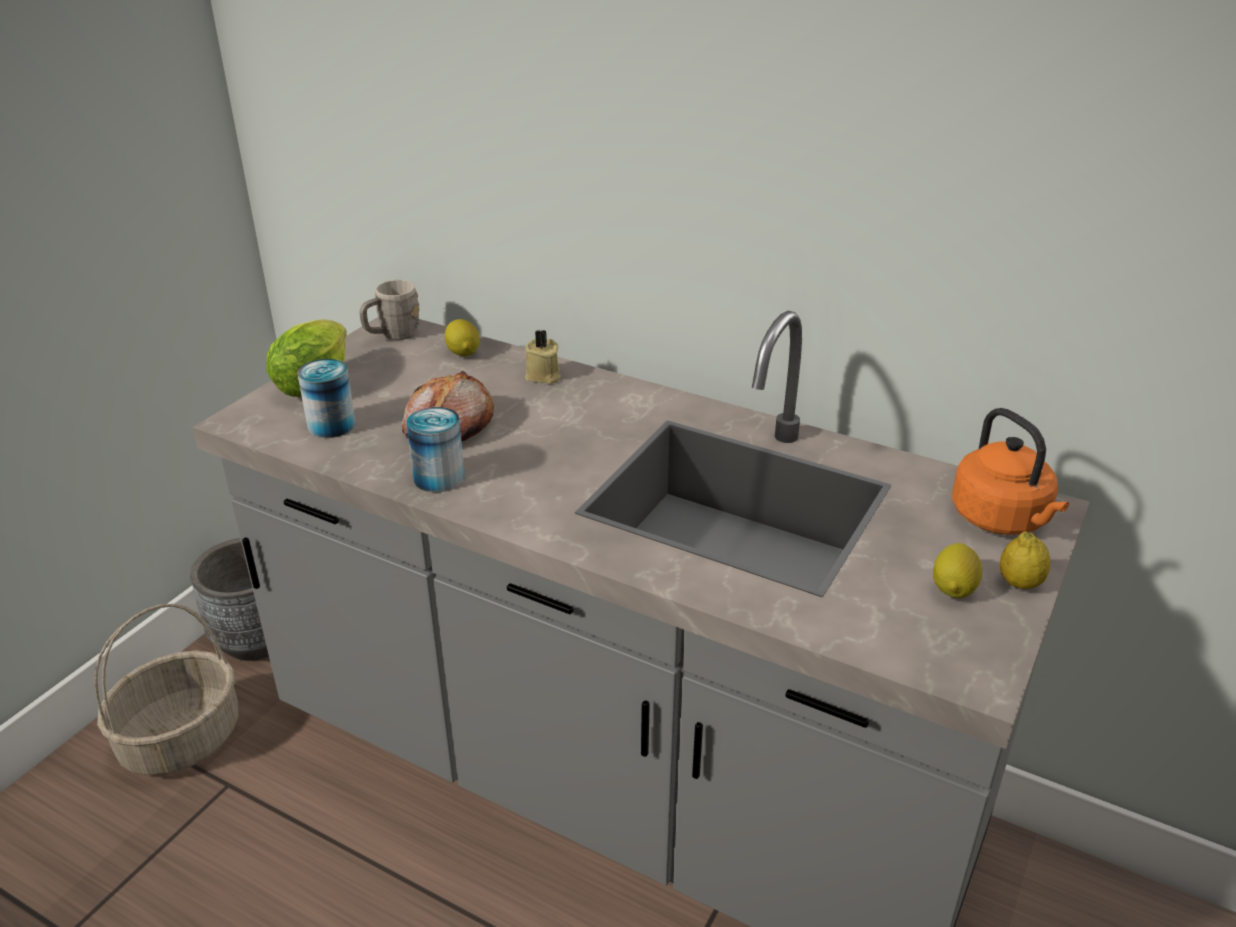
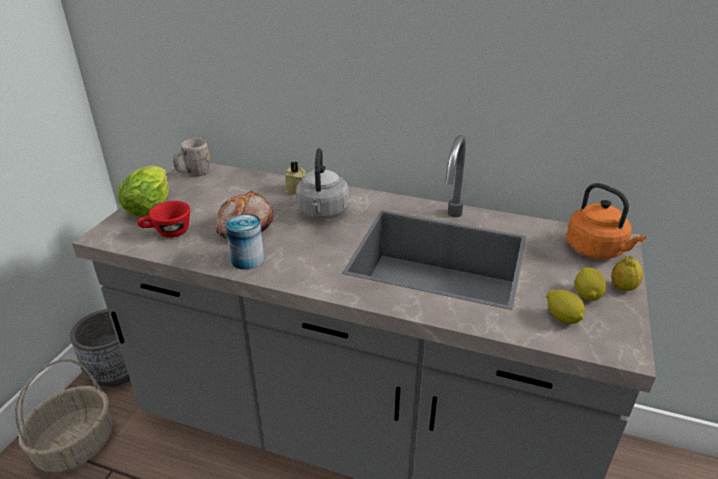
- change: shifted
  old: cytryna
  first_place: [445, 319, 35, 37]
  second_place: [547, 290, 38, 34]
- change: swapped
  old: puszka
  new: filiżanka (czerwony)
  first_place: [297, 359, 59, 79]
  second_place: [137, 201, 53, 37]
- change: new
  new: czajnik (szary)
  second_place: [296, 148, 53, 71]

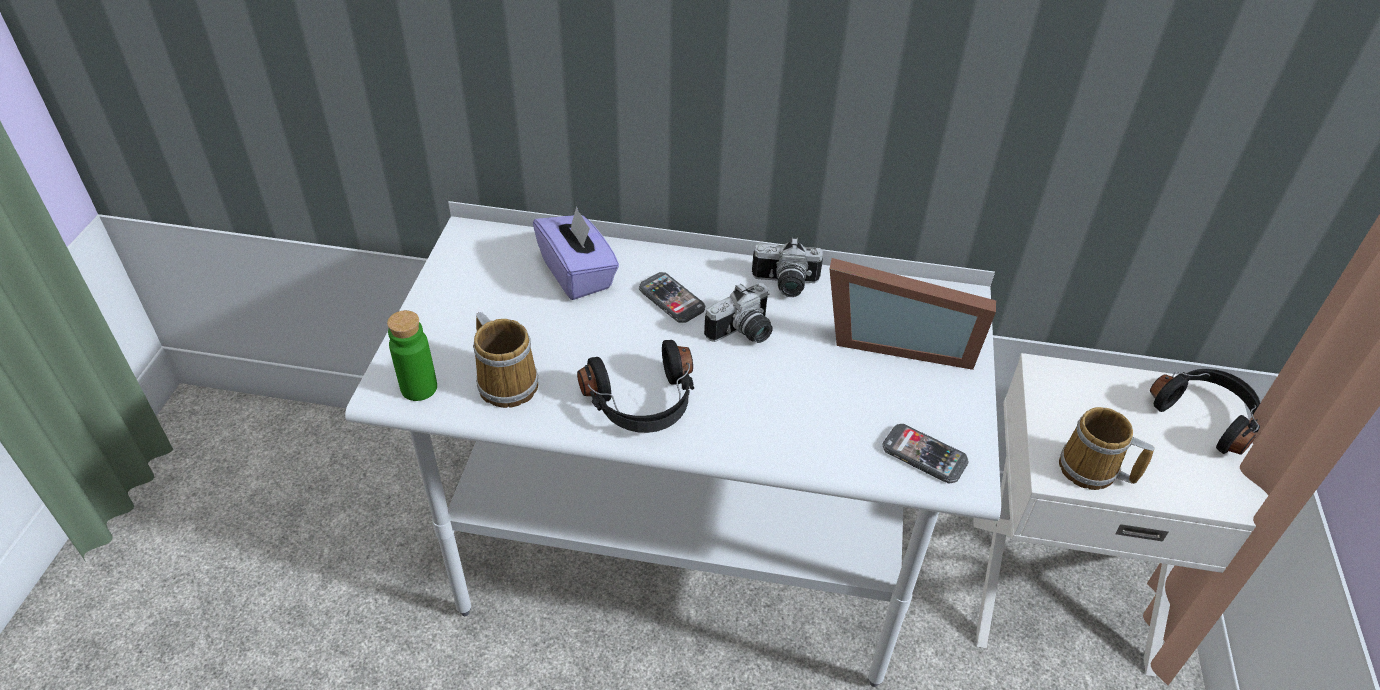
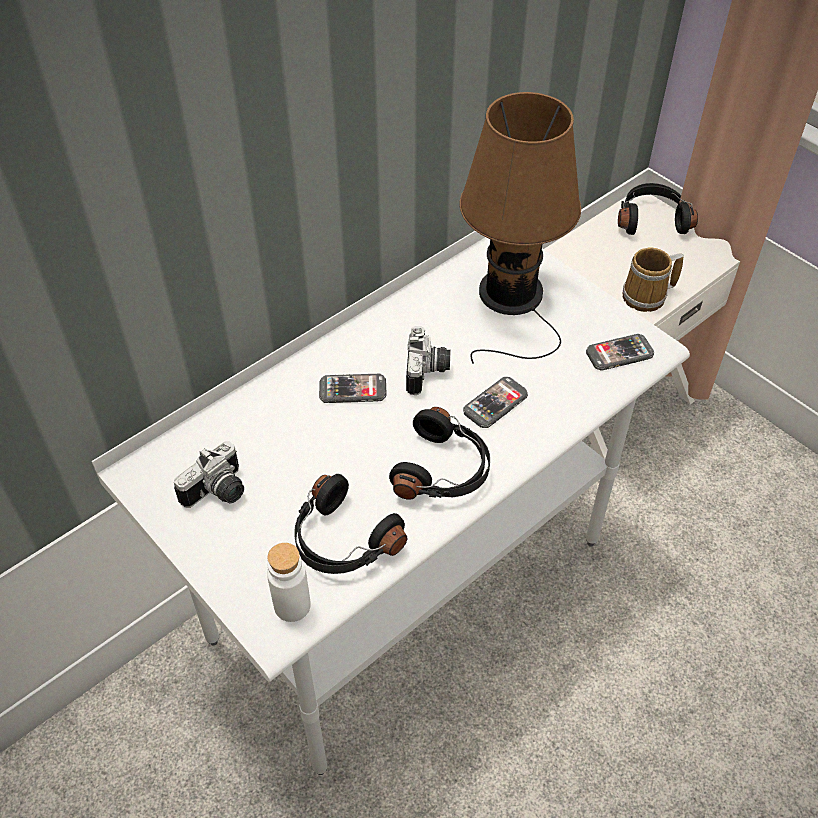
- change: gone
  old: pudełko chusteczek (fioletowy)
  first_place: [533, 206, 86, 94]
- change: shifted
  old: aparat fotograficzny
  first_place: [752, 237, 71, 60]
  second_place: [174, 441, 70, 67]
- change: swapped
  old: ramka na zdjęcie
  new: lampa stołowa (brązowy)
  first_place: [830, 258, 166, 112]
  second_place: [460, 92, 121, 272]
- change: repainted
  old: butelka (zielony)
  new: butelka (biały)
  first_place: [387, 310, 50, 91]
  second_place: [267, 543, 44, 79]
- change: swapped
  old: kubek
  new: słuchawki (czarny)
  first_place: [473, 312, 66, 96]
  second_place: [294, 474, 113, 100]
- change: new
  new: telefon
  second_place: [463, 377, 65, 51]

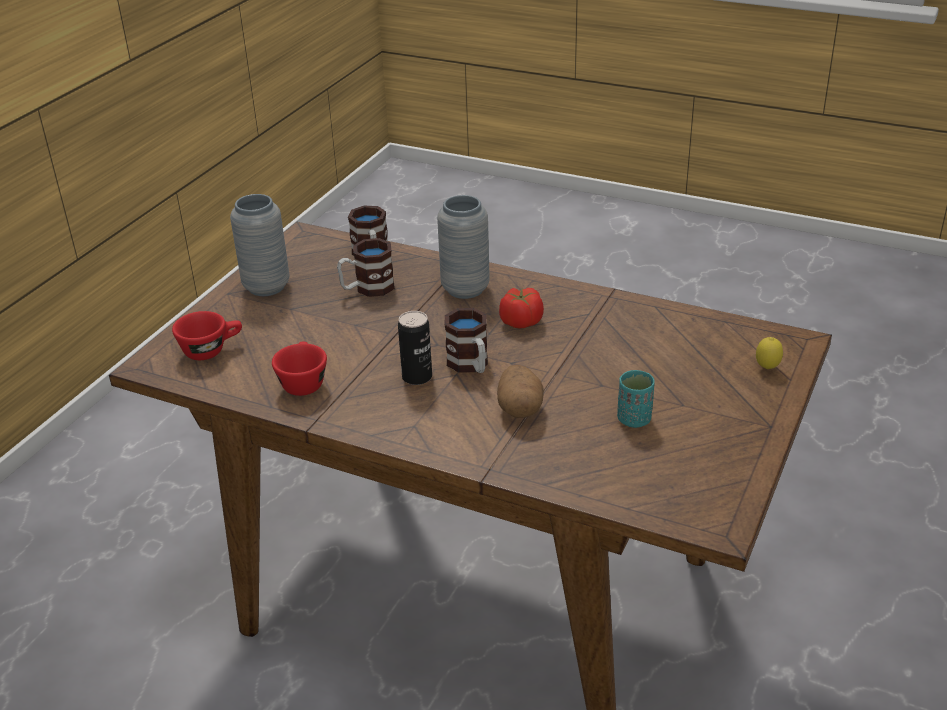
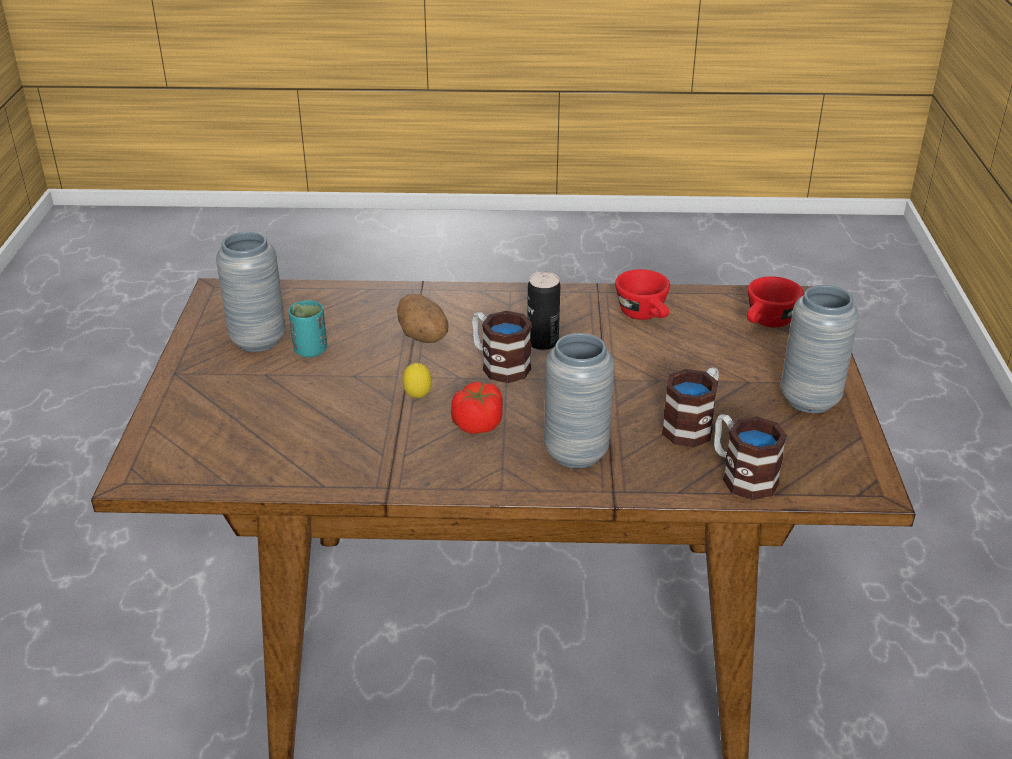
- change: shifted
  old: cytryna
  first_place: [756, 337, 27, 32]
  second_place: [403, 363, 29, 36]
- change: new
  new: wazon (szary)
  second_place: [216, 232, 70, 120]

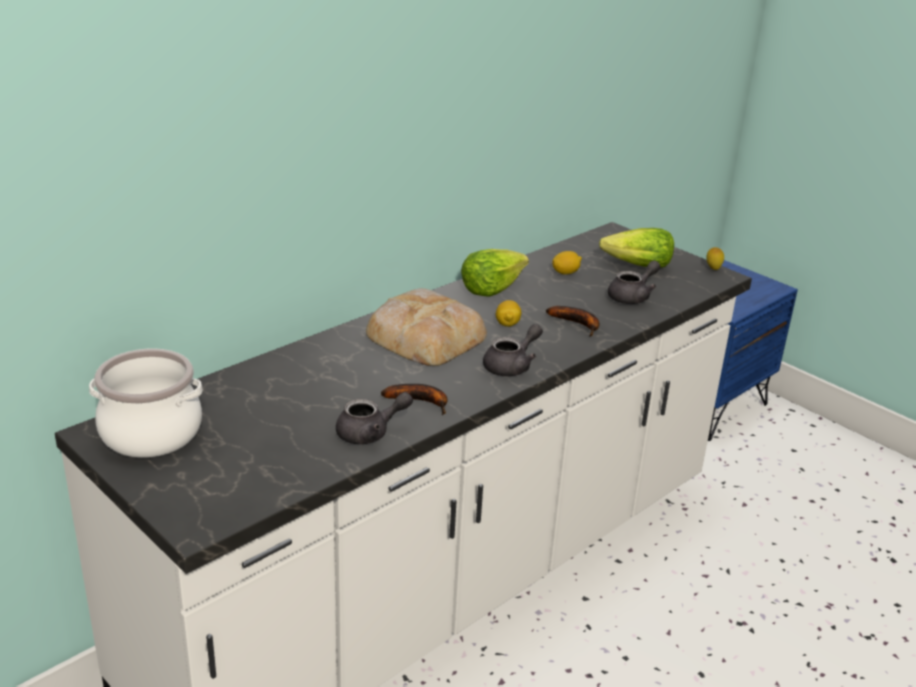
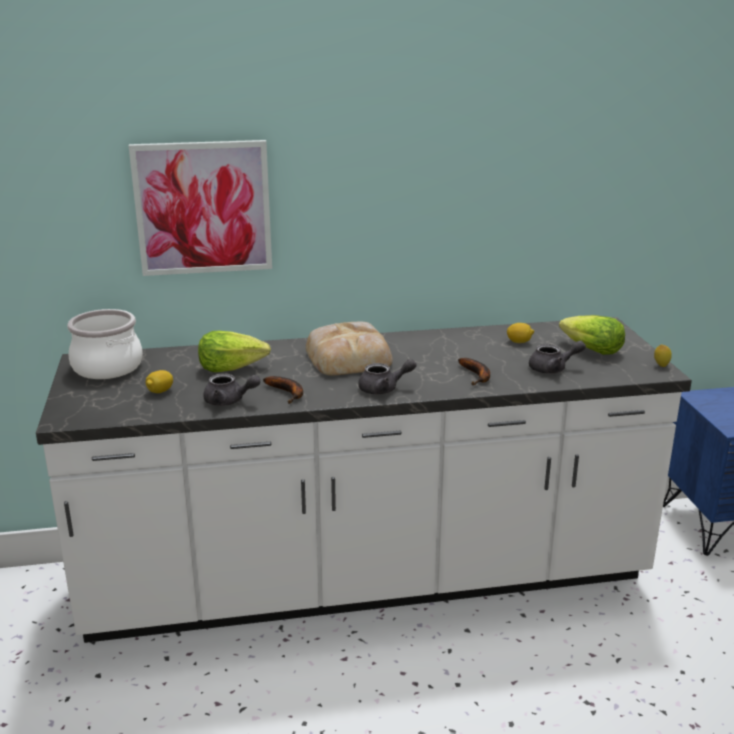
- change: shifted
  old: sałata
  first_place: [461, 249, 68, 48]
  second_place: [198, 331, 73, 41]
- change: shifted
  old: cytryna
  first_place: [496, 300, 25, 27]
  second_place: [146, 370, 27, 23]
- change: new
  new: obraz
  second_place: [129, 140, 143, 136]

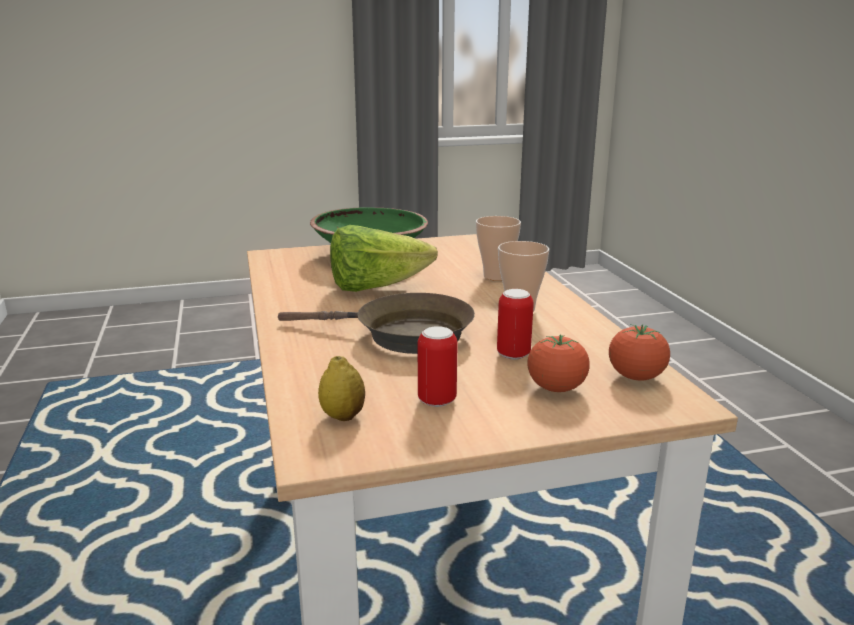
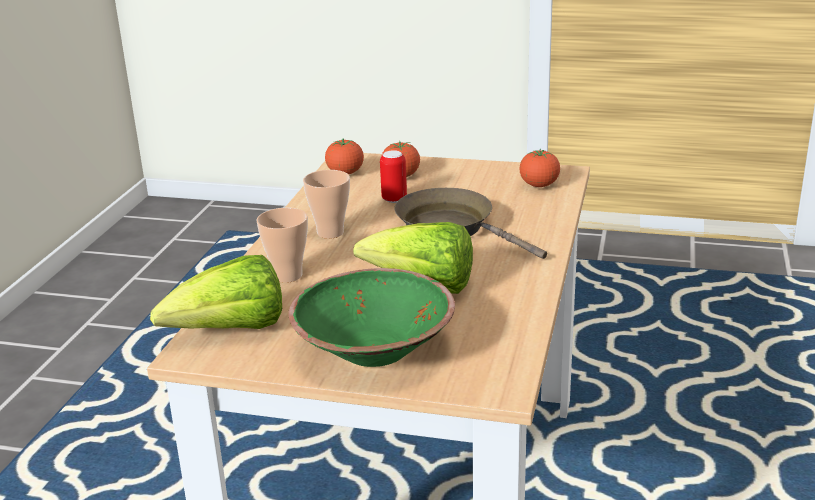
- change: gone
  old: puszka
  first_place: [418, 326, 40, 81]
- change: swapped
  old: cytryna
  new: pomidor
  first_place: [318, 356, 47, 65]
  second_place: [519, 149, 41, 38]
- change: new
  new: sałata
  second_place: [150, 255, 132, 74]

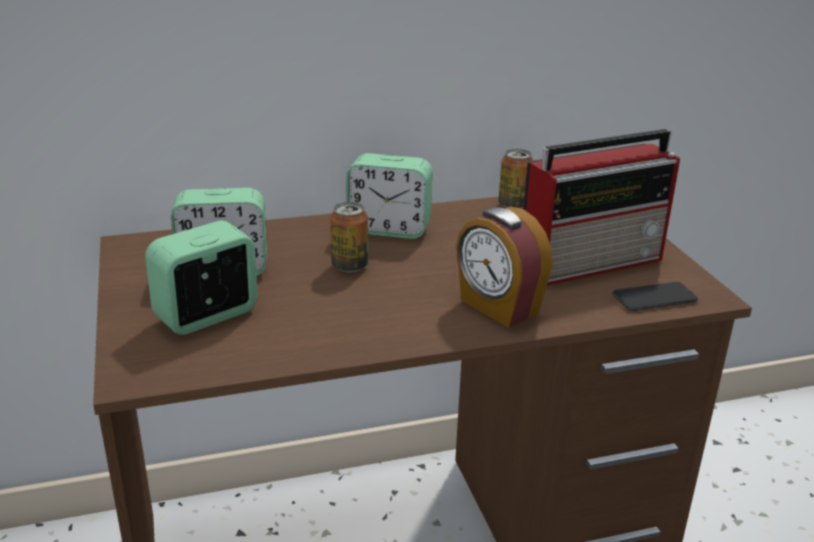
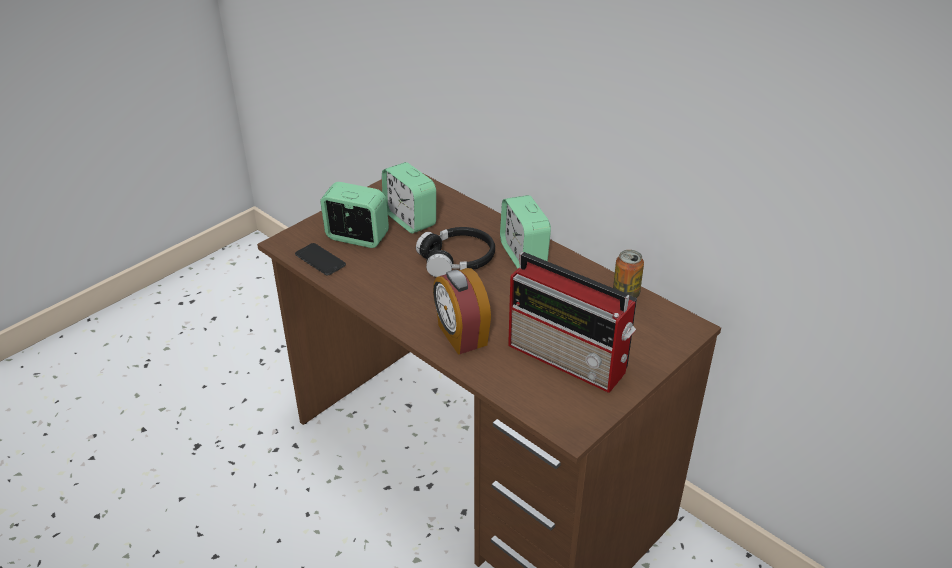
- change: swapped
  old: puszka
  new: słuchawki (czarny)
  first_place: [330, 202, 38, 70]
  second_place: [416, 227, 79, 50]
- change: rotated
  old: budzik
  first_place: [456, 207, 96, 121]
  second_place: [433, 268, 58, 87]
  degrees: -45
- change: shifted
  old: telefon
  first_place: [612, 282, 86, 29]
  second_place: [295, 243, 51, 32]

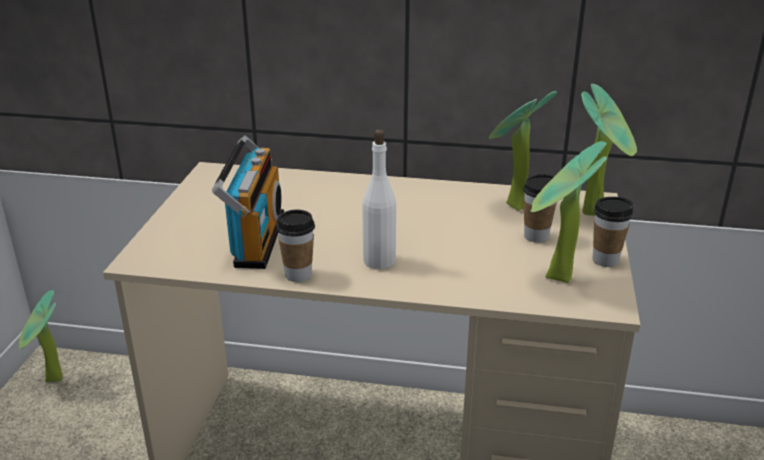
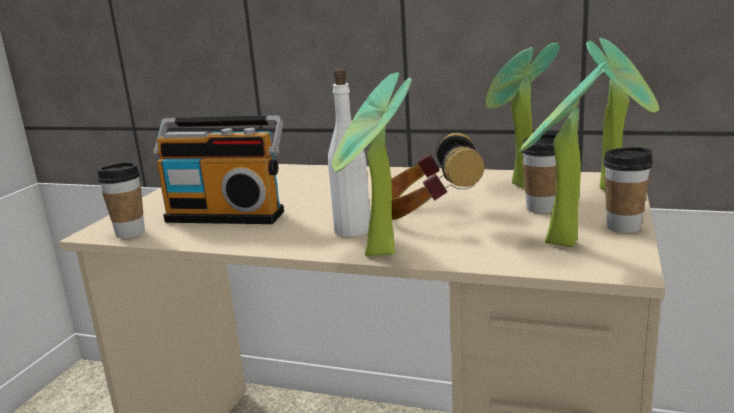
- change: rotated
  old: radio
  first_place: [212, 136, 72, 133]
  second_place: [153, 115, 131, 109]
  degrees: 90
- change: shifted
  old: filiżanka
  first_place: [276, 210, 39, 72]
  second_place: [97, 162, 48, 76]
- change: shifted
  old: roślina doniczkowa
  first_place: [19, 290, 44, 92]
  second_place: [332, 72, 80, 185]
- change: new
  new: słuchawki
  second_place: [391, 133, 93, 87]

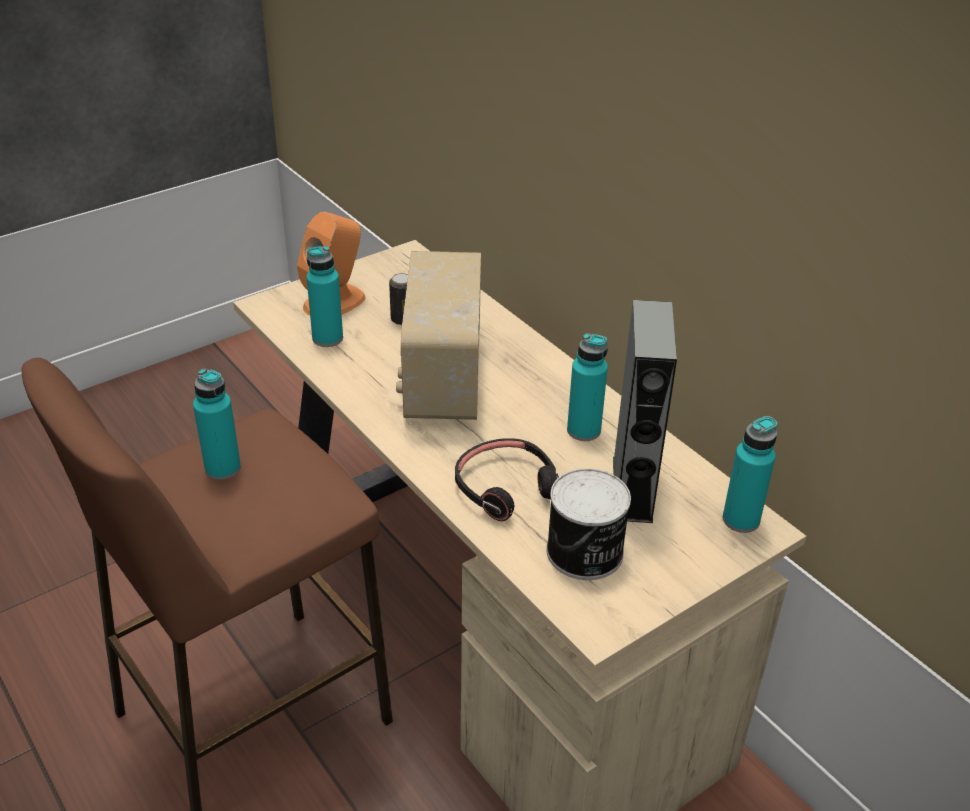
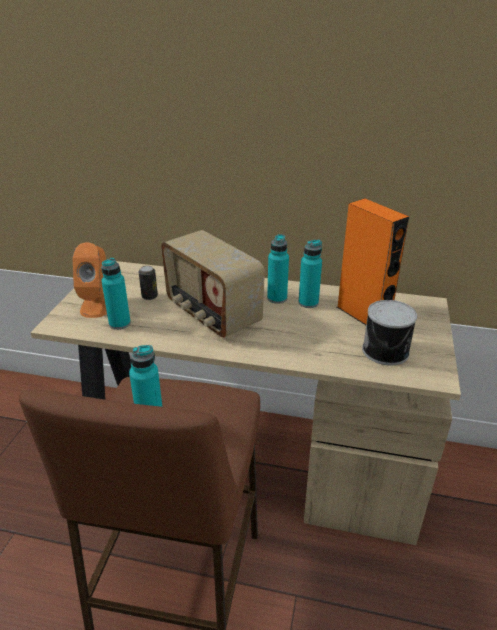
- change: repainted
  old: głośnik (szary)
  new: głośnik (pomarańczowy)
  first_place: [613, 300, 64, 223]
  second_place: [337, 198, 72, 127]
- change: shifted
  old: butelka (turkusowy)
  first_place: [723, 416, 54, 117]
  second_place: [267, 234, 22, 70]
- change: gone
  old: słuchawki (czarny)
  first_place: [455, 438, 104, 83]

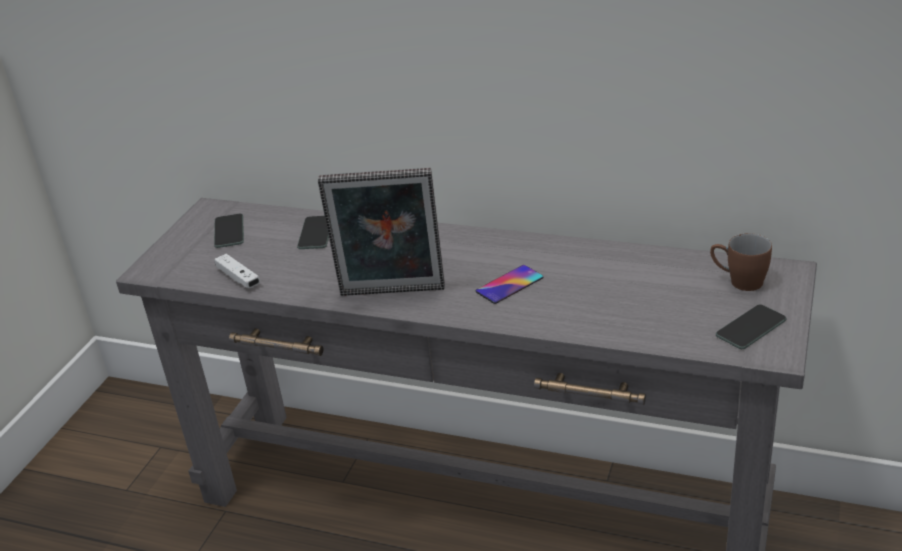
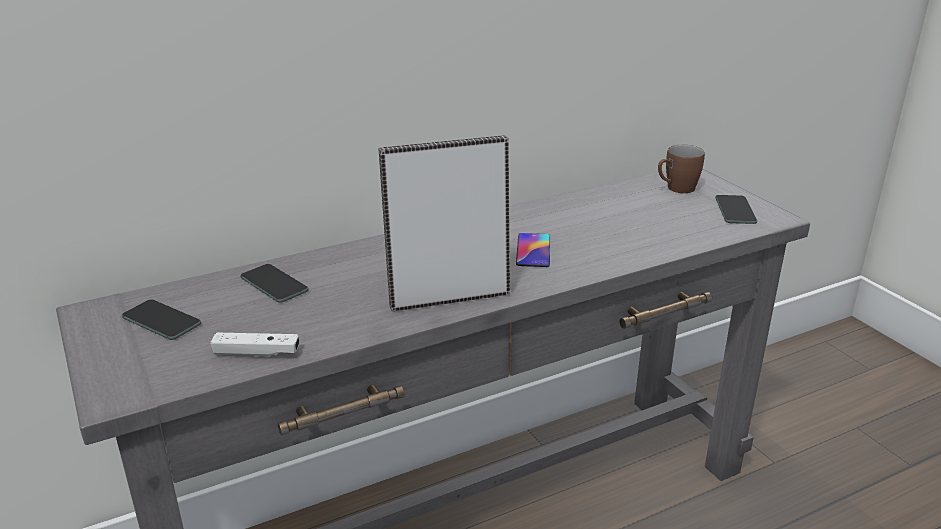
- change: rotated
  old: ramka na zdjęcie
  first_place: [318, 168, 127, 128]
  second_place: [379, 135, 131, 176]
  degrees: -150

